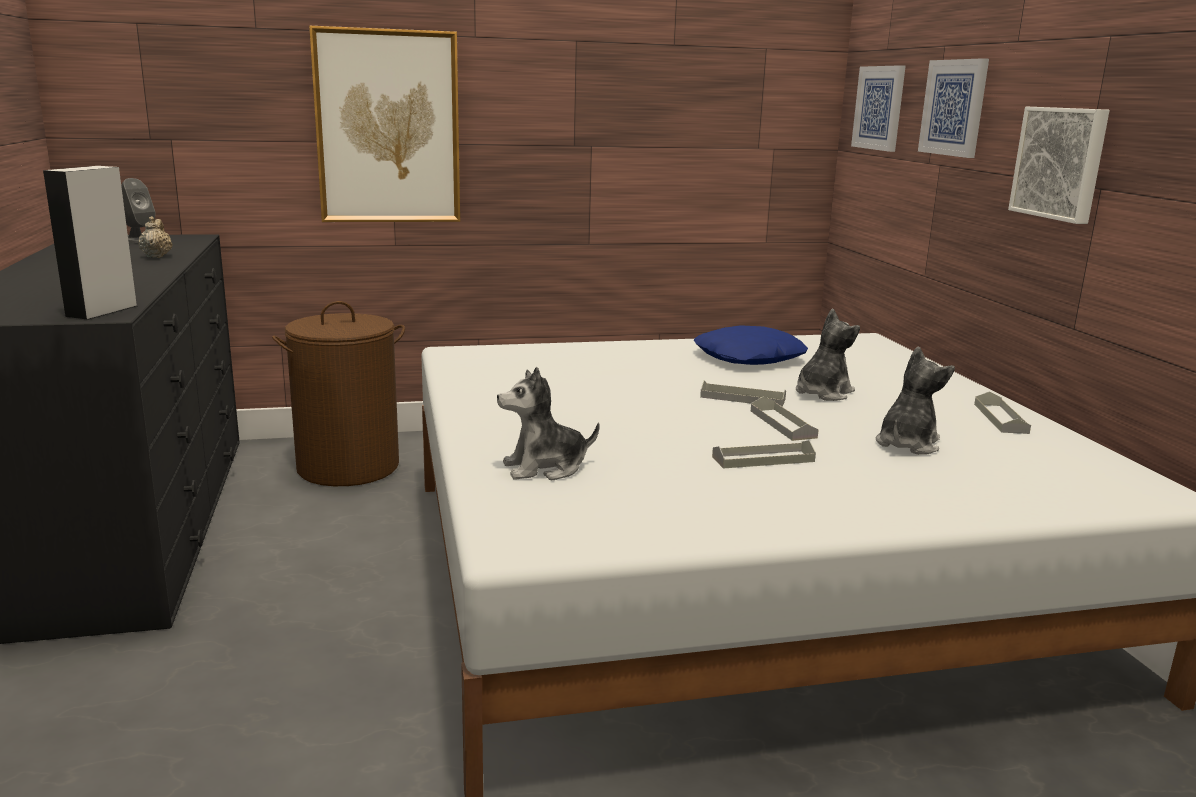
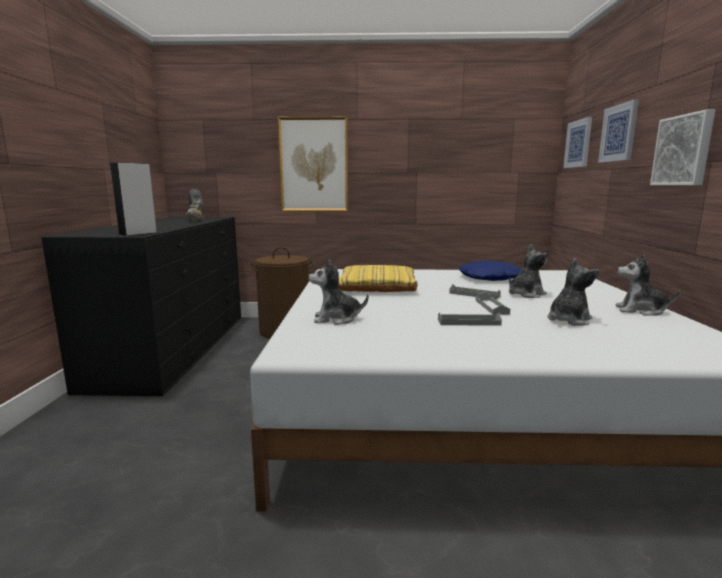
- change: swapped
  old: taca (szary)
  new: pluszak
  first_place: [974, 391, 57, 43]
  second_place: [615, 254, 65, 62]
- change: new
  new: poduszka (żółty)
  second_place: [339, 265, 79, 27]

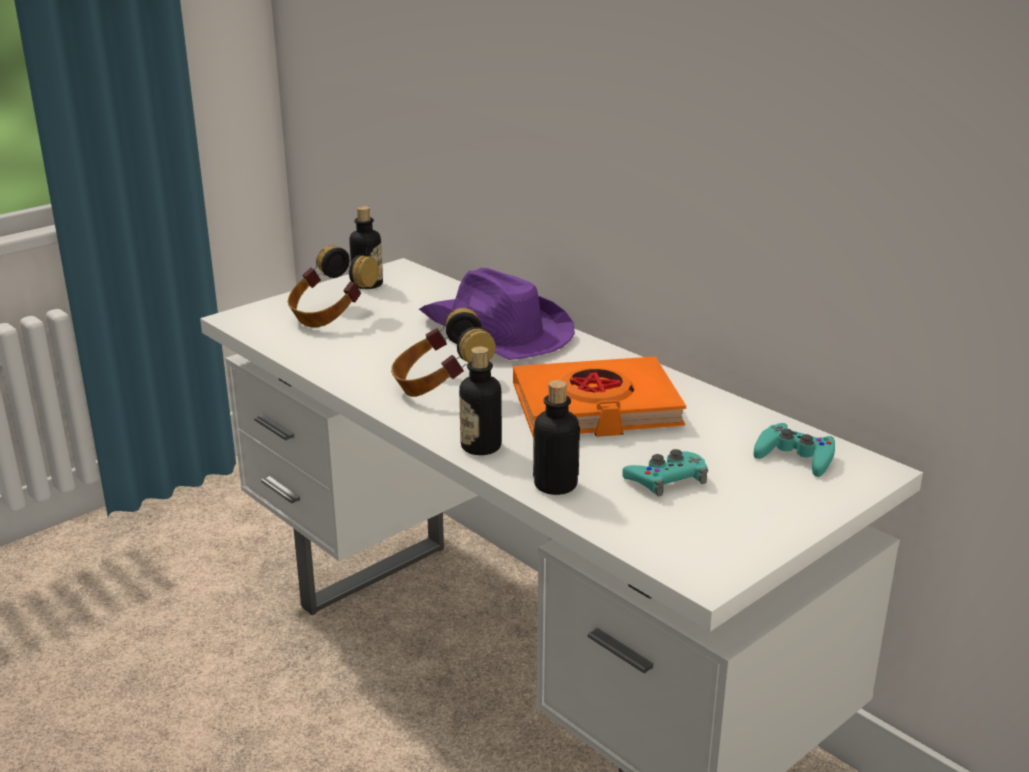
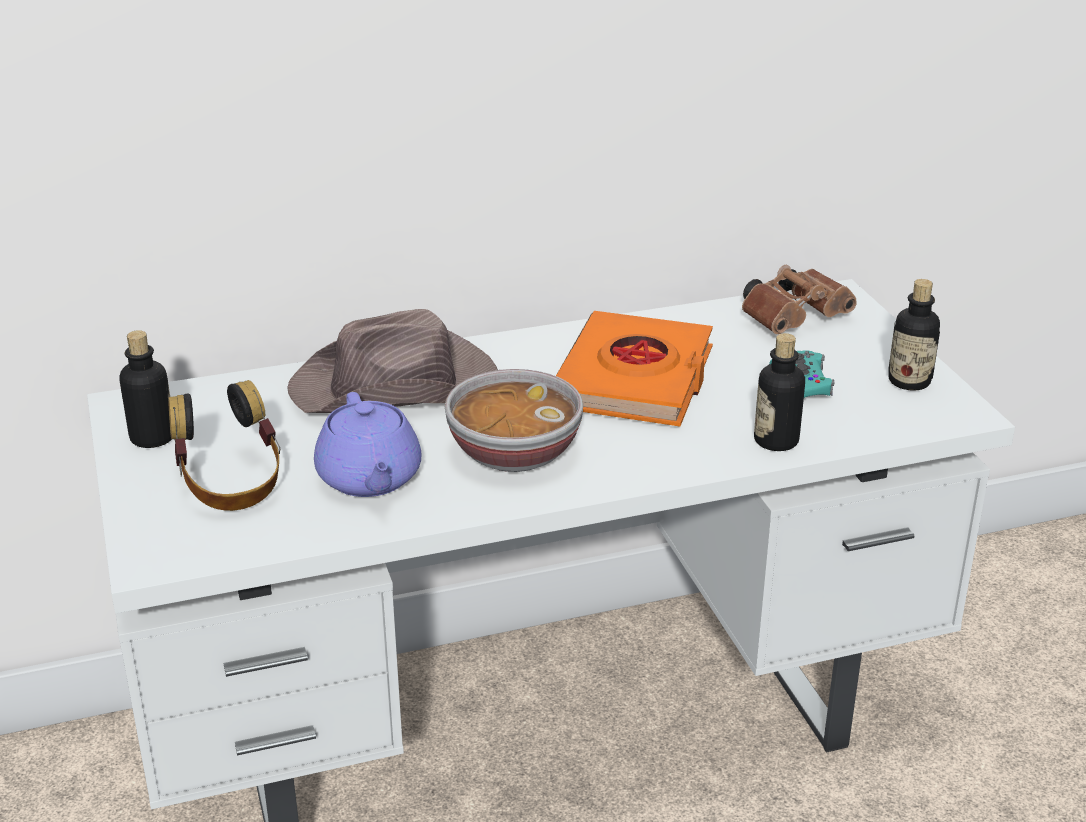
- change: repainted
  old: kapelusz (fioletowy)
  new: kapelusz (brązowy)
  first_place: [419, 268, 156, 92]
  second_place: [287, 309, 211, 104]
- change: swapped
  old: słuchawki
  new: miska
  first_place: [391, 308, 105, 89]
  second_place: [445, 369, 138, 103]
- change: shifted
  old: butelka
  first_place: [459, 346, 43, 109]
  second_place: [888, 279, 52, 112]
- change: swapped
  old: pad do gier (turkusowy)
  new: lornetka (brązowy)
  first_place: [754, 423, 81, 54]
  second_place: [742, 265, 115, 69]
- change: new
  new: imbryk (fioletowy)
  second_place: [314, 392, 107, 105]

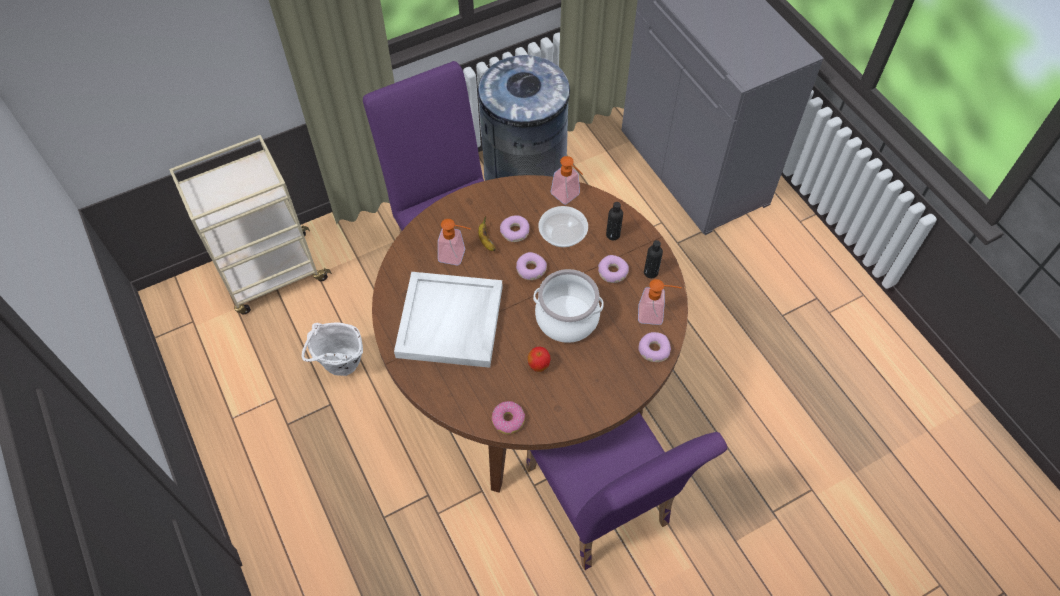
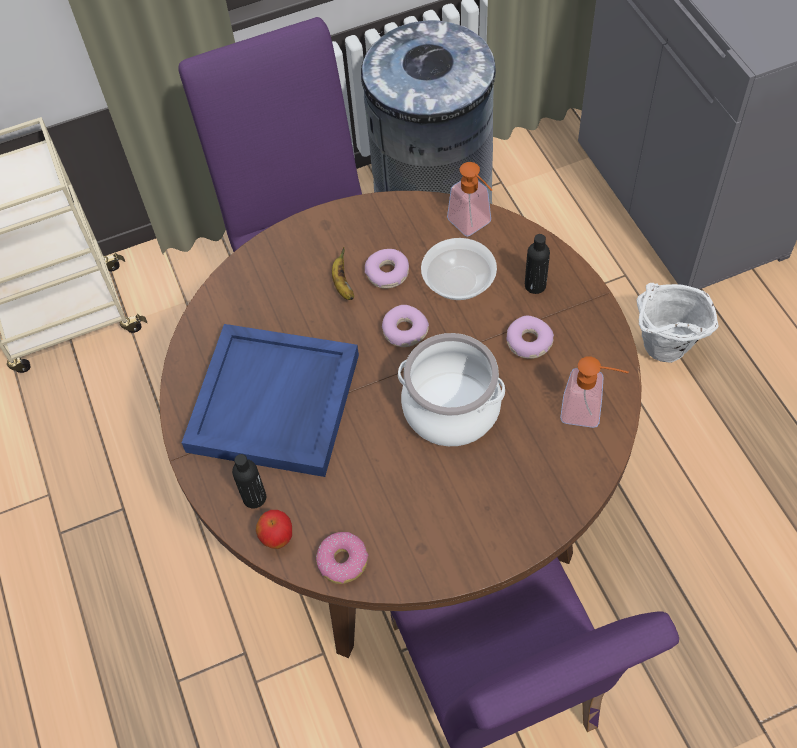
- change: gone
  old: dozownik mydła
  first_place: [438, 219, 33, 46]
- change: shifted
  old: butelka (czarny)
  first_place: [644, 240, 19, 38]
  second_place: [232, 454, 34, 54]
- change: repainted
  old: taca (biały)
  new: taca (niebieski)
  first_place: [394, 272, 109, 96]
  second_place: [182, 324, 177, 153]
- change: shifted
  old: wiadro (biały)
  first_place: [302, 322, 61, 54]
  second_place: [637, 283, 82, 80]
- change: gone
  old: donut
  first_place: [638, 332, 33, 30]
- change: shifted
  old: jabłko
  first_place: [528, 347, 23, 25]
  second_place: [256, 510, 36, 39]

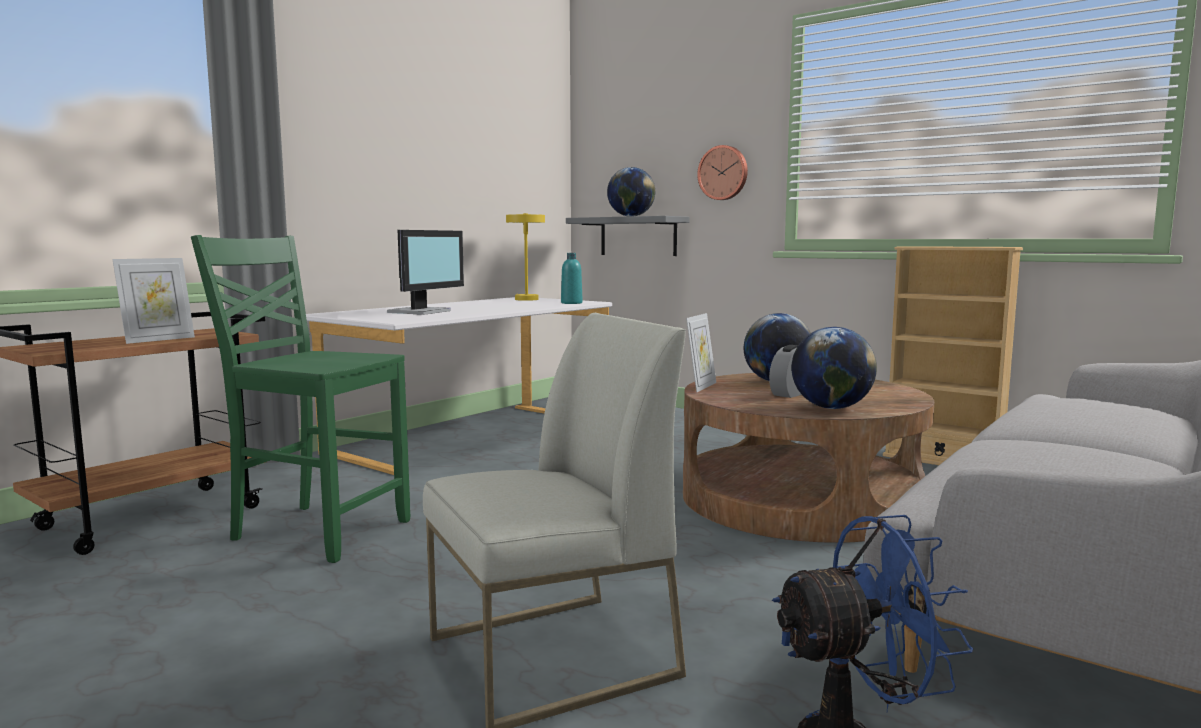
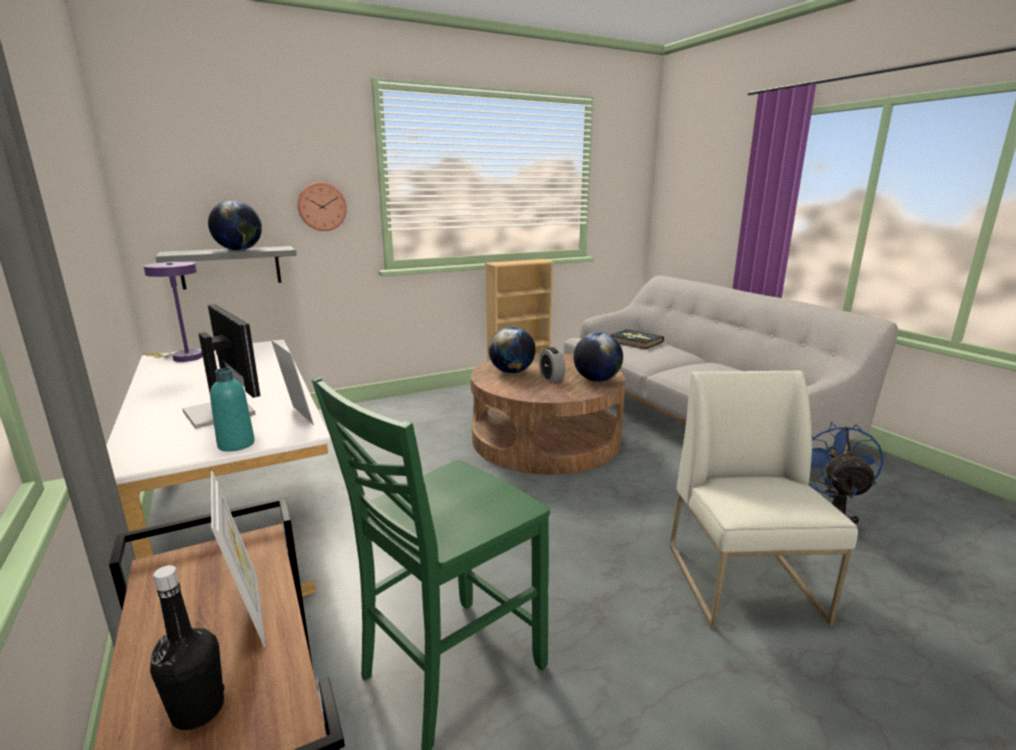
- change: repainted
  old: lampa stołowa (żółty)
  new: lampa stołowa (fioletowy)
  first_place: [506, 213, 39, 88]
  second_place: [144, 262, 59, 100]
- change: shifted
  old: butelka (turkusowy)
  first_place: [561, 253, 21, 51]
  second_place: [210, 368, 45, 84]
- change: shifted
  old: ramka na zdjęcie
  first_place: [686, 313, 30, 79]
  second_place: [271, 340, 43, 85]
- change: new
  new: książka
  second_place: [611, 329, 53, 20]
- change: new
  new: butelka (czarny)
  second_place: [150, 565, 75, 165]

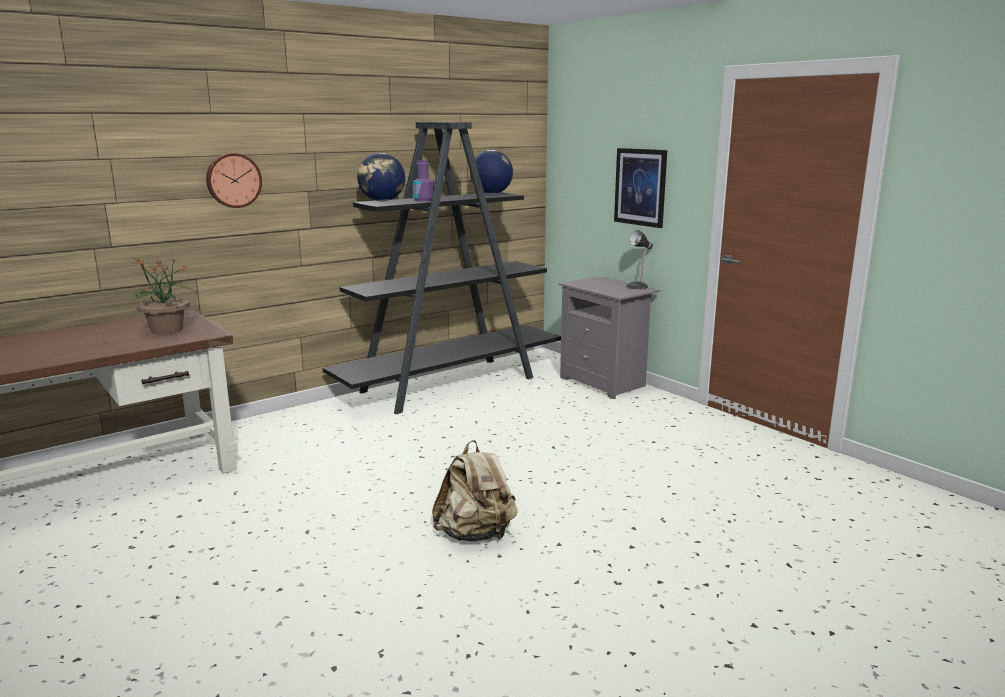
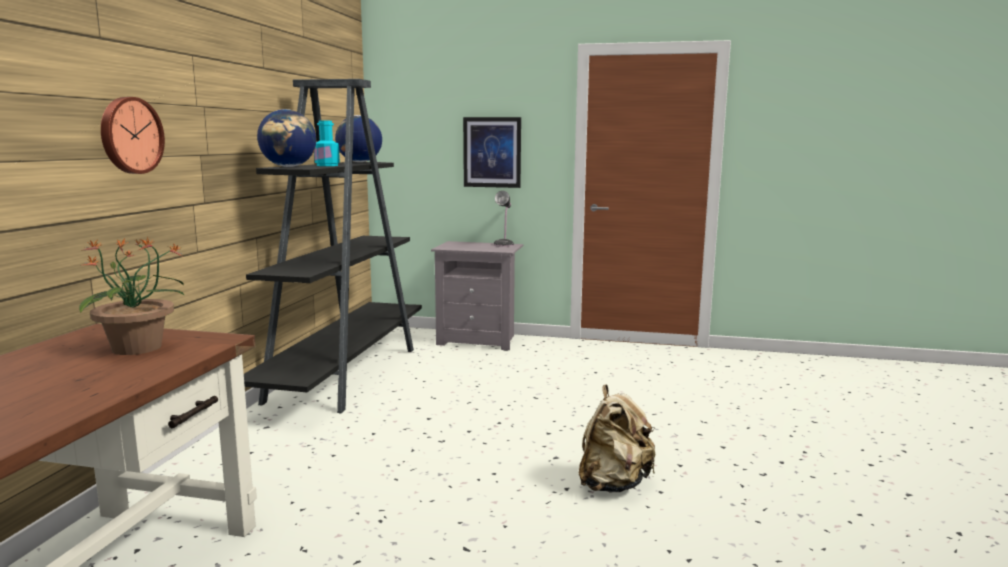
- change: repainted
  old: butelka (fioletowy)
  new: butelka (turkusowy)
  first_place: [413, 160, 21, 42]
  second_place: [314, 121, 26, 45]

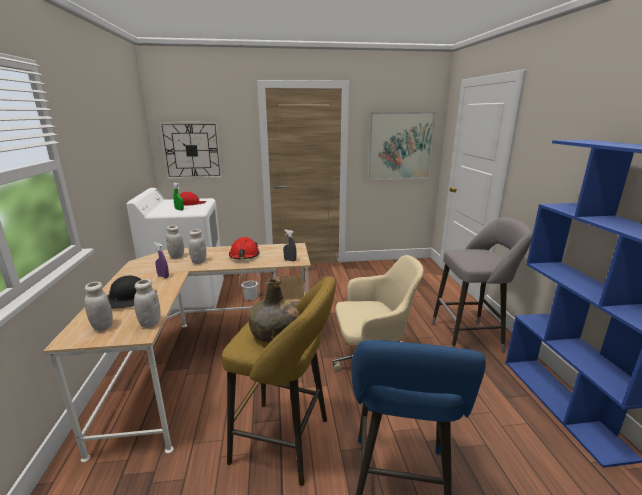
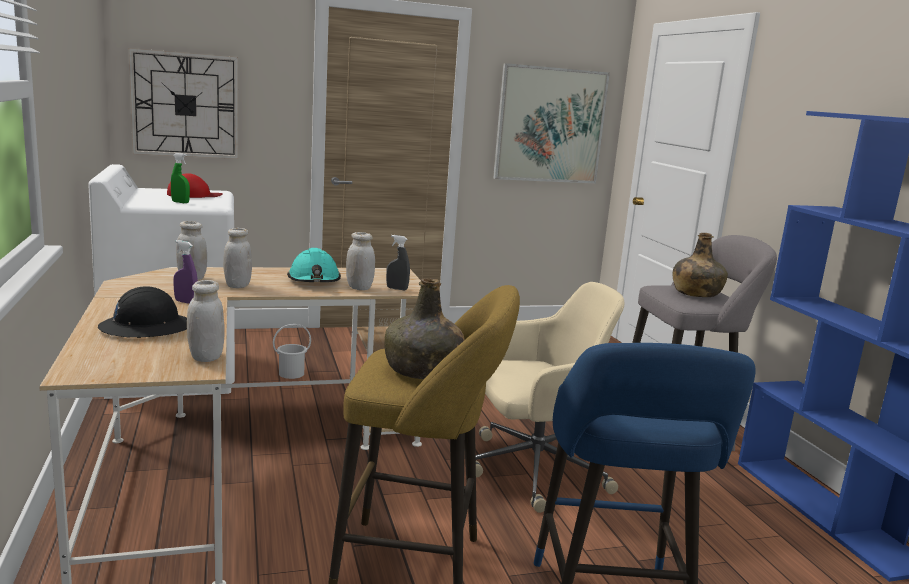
- change: repainted
  old: kask (czerwony)
  new: kask (turkusowy)
  first_place: [229, 237, 31, 22]
  second_place: [287, 248, 54, 34]
- change: shifted
  old: słoik (biały)
  first_place: [85, 282, 28, 49]
  second_place: [346, 232, 29, 58]
- change: new
  new: butelka (zielony)
  second_place: [673, 233, 55, 64]

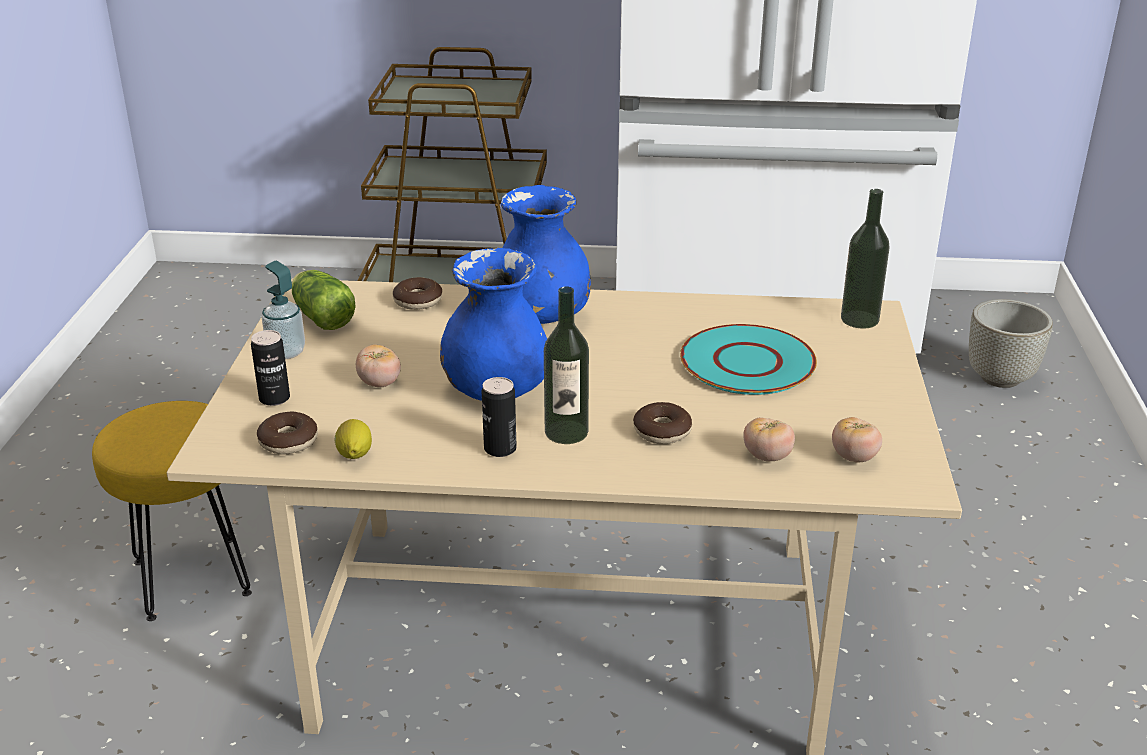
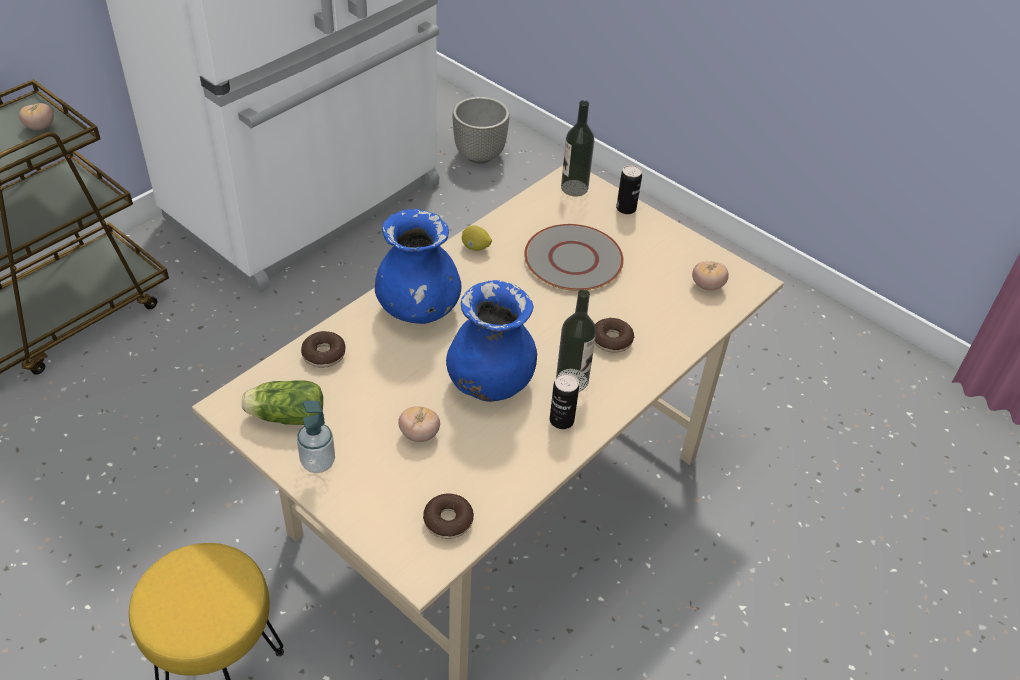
- change: repainted
  old: talerz (turkusowy)
  new: talerz (szary)
  first_place: [680, 324, 137, 71]
  second_place: [524, 224, 100, 67]
- change: shifted
  old: puszka
  first_place: [251, 330, 39, 76]
  second_place: [616, 165, 26, 49]
- change: shifted
  old: pomidor
  first_place: [743, 417, 52, 44]
  second_place: [19, 103, 35, 27]
- change: shifted
  old: cytryna
  first_place: [334, 419, 38, 40]
  second_place: [462, 225, 30, 26]

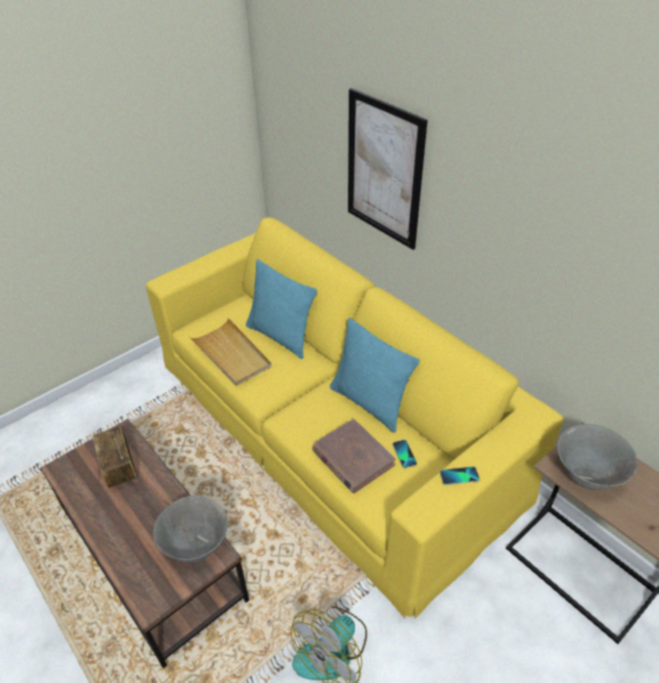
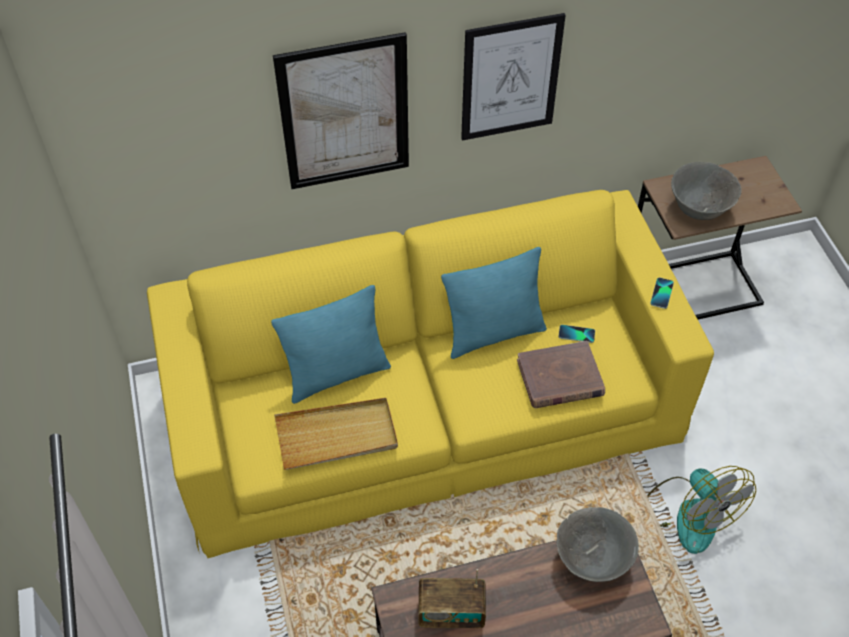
- change: new
  new: obraz
  second_place: [461, 13, 105, 128]

